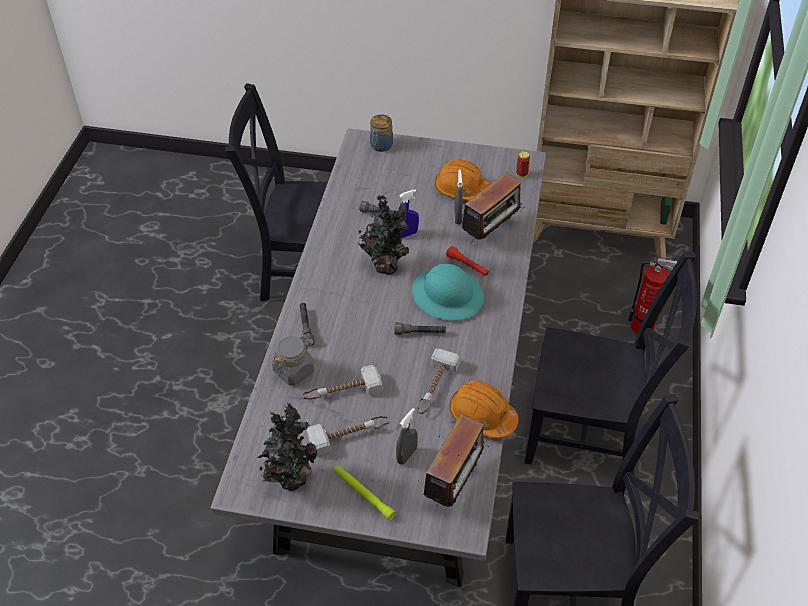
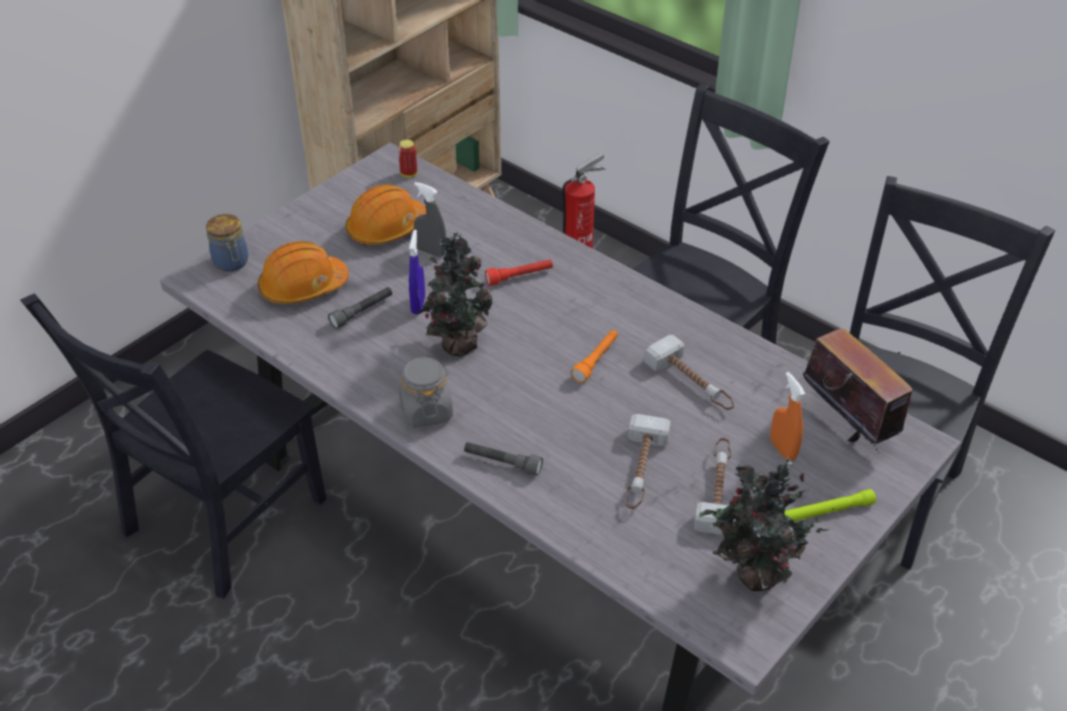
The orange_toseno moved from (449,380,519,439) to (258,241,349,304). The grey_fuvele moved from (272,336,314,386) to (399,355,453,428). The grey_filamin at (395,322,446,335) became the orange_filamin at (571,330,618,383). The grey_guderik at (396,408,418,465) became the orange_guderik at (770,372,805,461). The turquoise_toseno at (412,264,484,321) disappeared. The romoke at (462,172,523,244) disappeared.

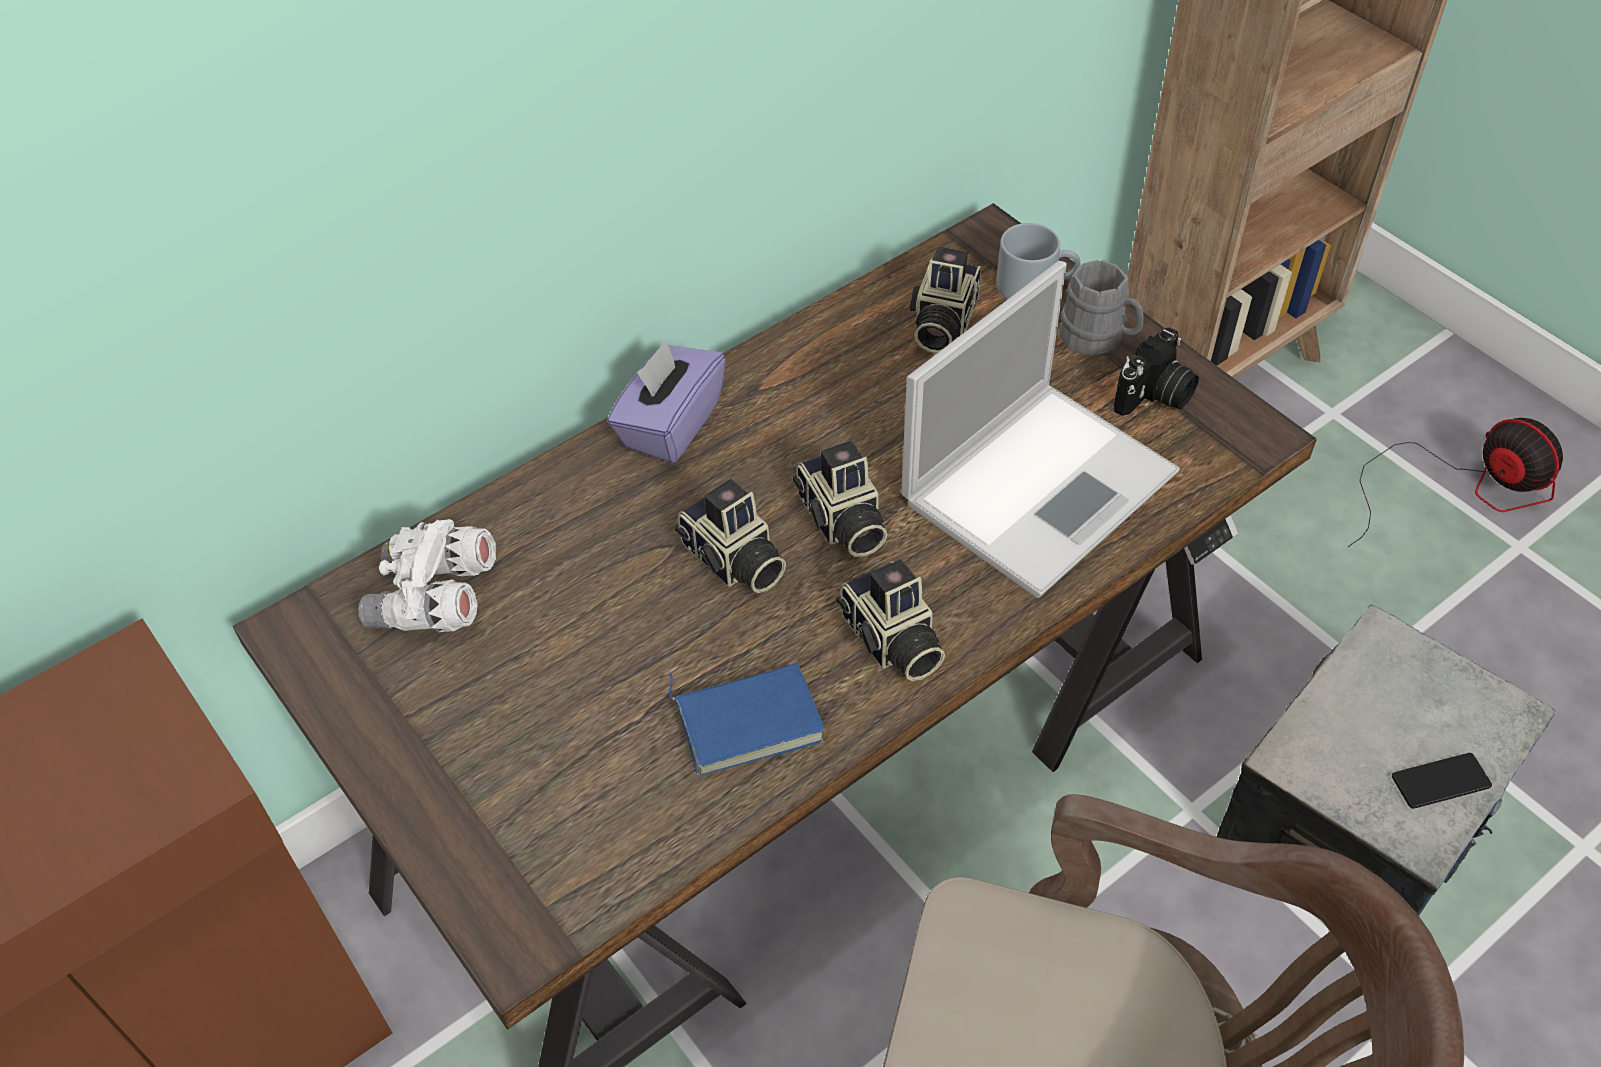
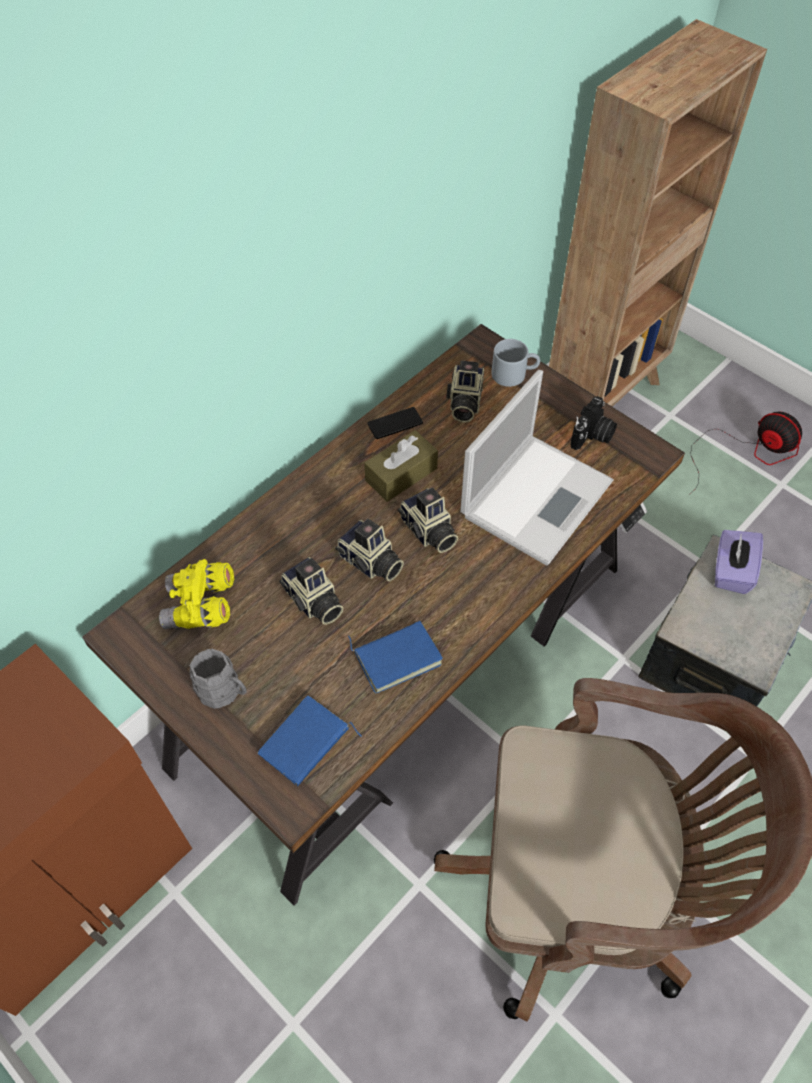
The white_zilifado at (358,519,496,632) became the yellow_zilifado at (159,559,234,629). The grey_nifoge moved from (1059,260,1144,356) to (190,649,247,709). The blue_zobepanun at (258,695,362,786) appeared. The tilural moved from (836,559,945,681) to (279,557,343,625). The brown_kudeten at (364,430,438,502) appeared. The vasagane moved from (1392,753,1492,809) to (367,407,423,439). The purple_kudeten moved from (607,340,726,464) to (715,530,763,594).

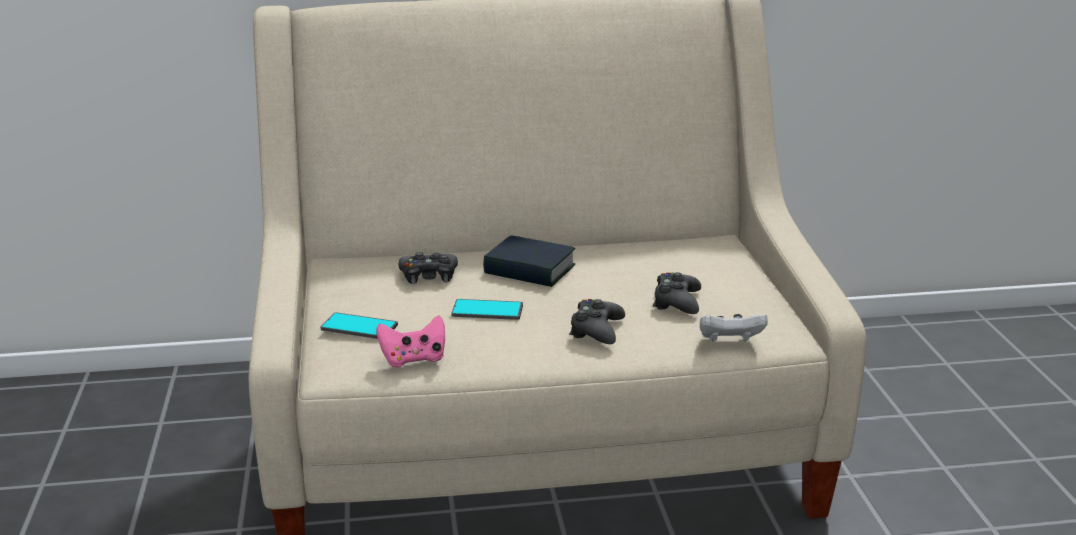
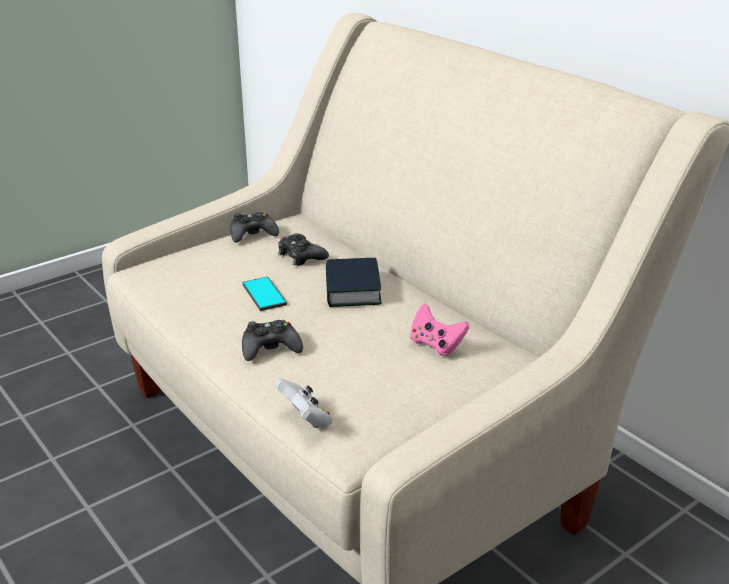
The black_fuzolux moved from (653,272,701,314) to (230,212,279,242). The pink_fuzolux moved from (377,315,445,367) to (410,304,469,356). The vasagane at (321,312,398,339) disappeared.

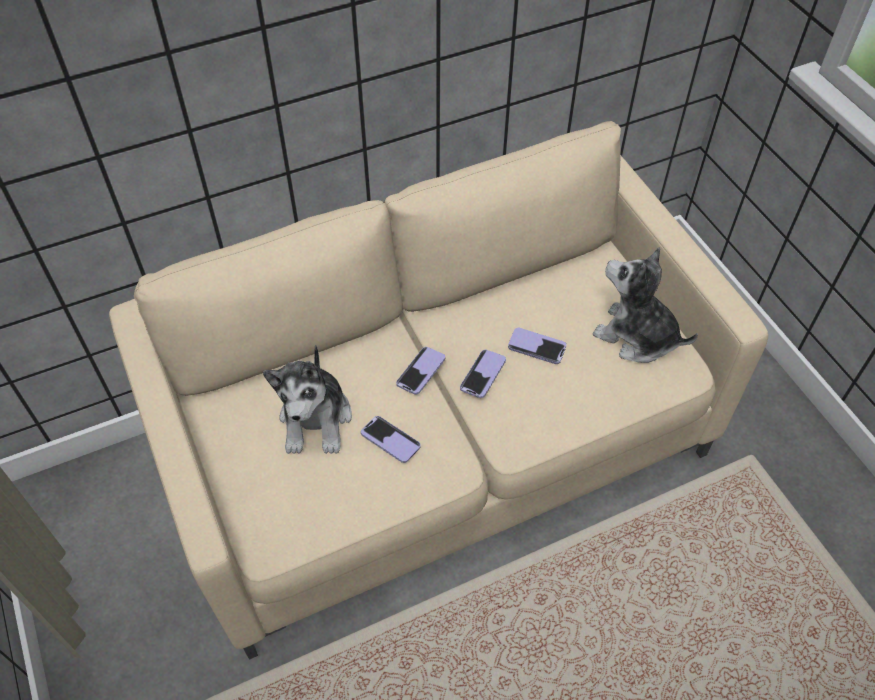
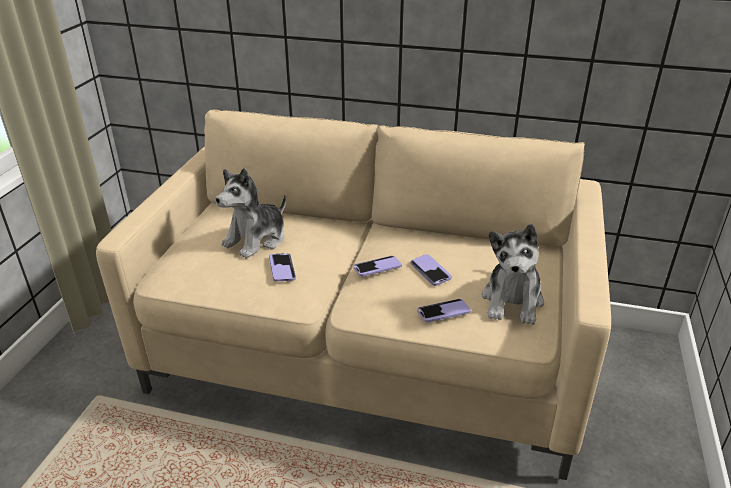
The vasagane moved from (396,347,445,395) to (417,299,471,322). The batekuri at (593,247,698,363) turned 150 degrees counterclockwise.

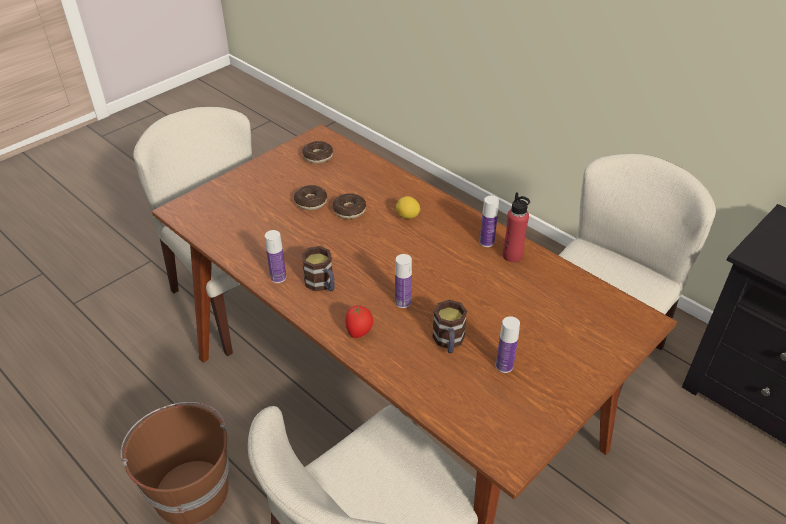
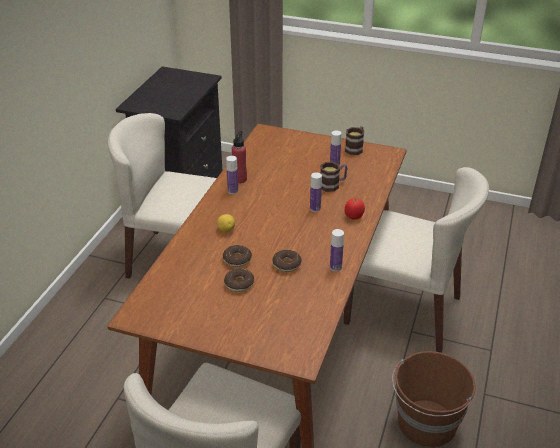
The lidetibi moved from (302,141,333,164) to (272,250,302,272). The nifoge moved from (301,246,335,291) to (345,126,364,155).

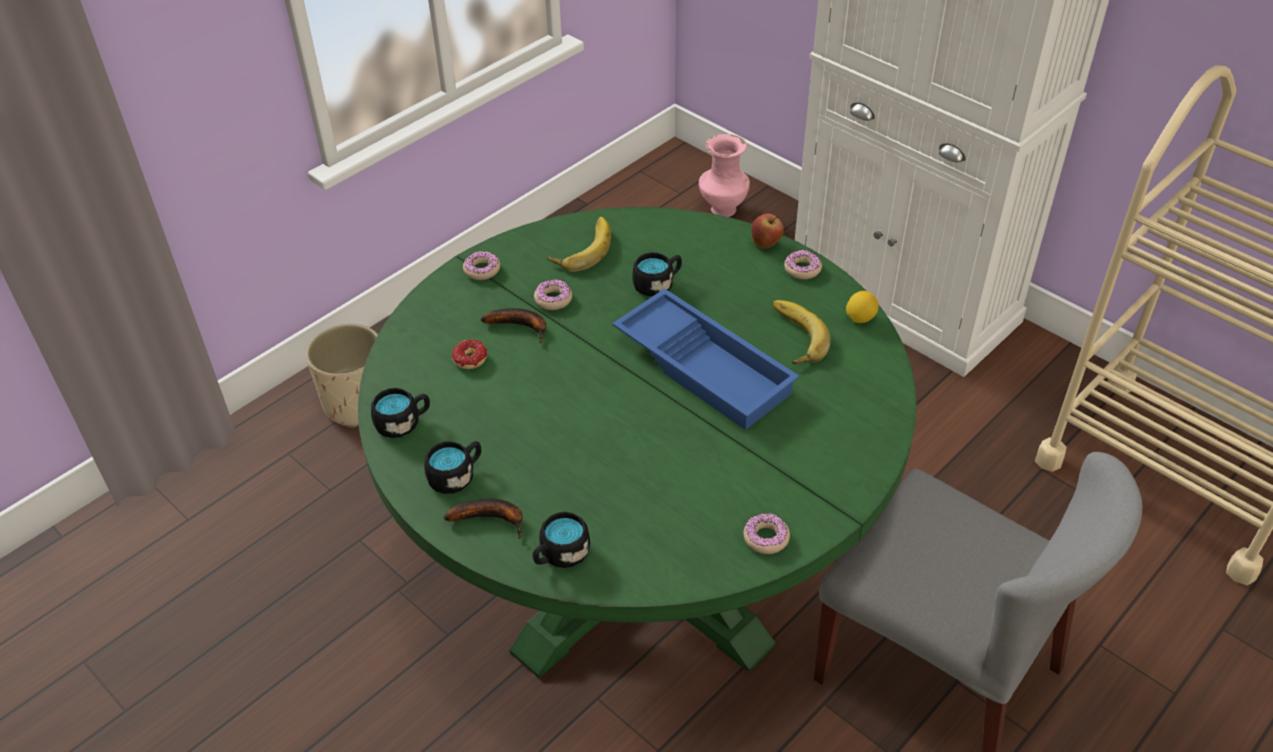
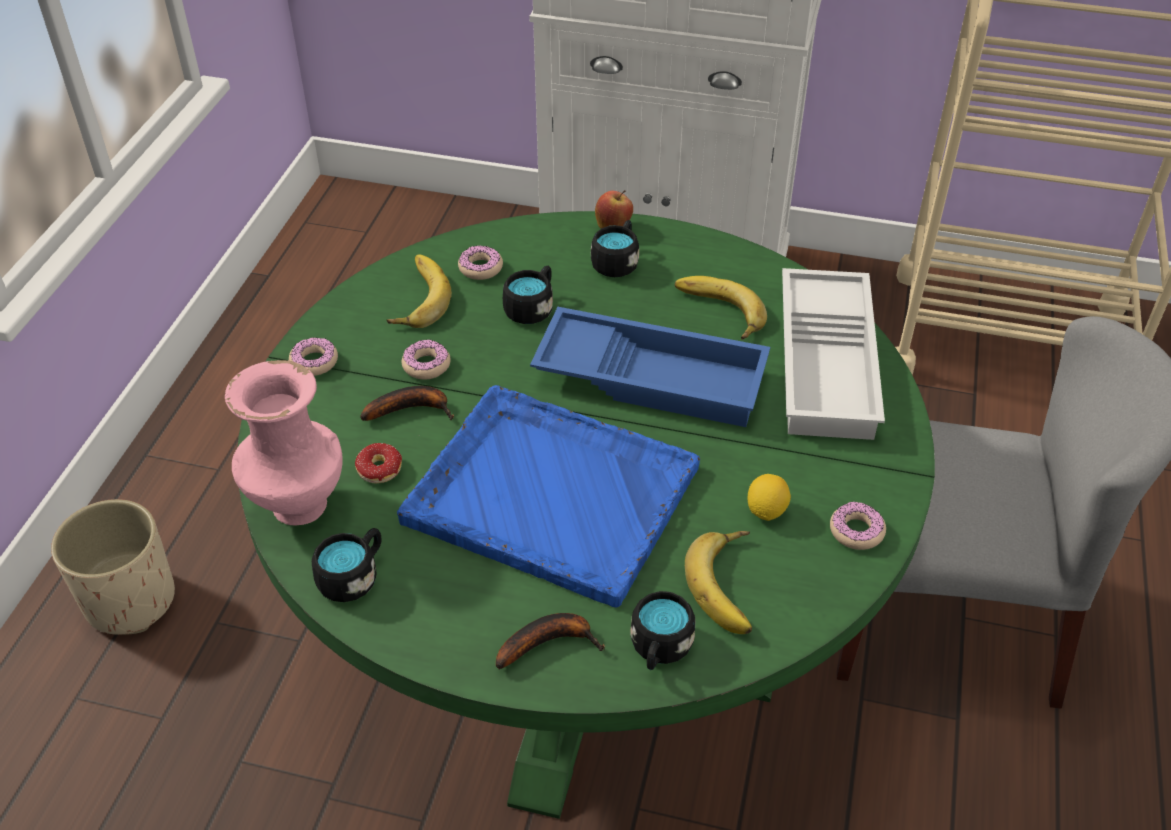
The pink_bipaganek moved from (699,134,750,217) to (225,360,343,525). The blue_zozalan at (397,385,700,607) appeared. The lidetibi moved from (784,250,822,279) to (458,246,503,280). The black_nifoge moved from (424,441,481,494) to (591,220,639,277). The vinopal at (685,531,752,634) appeared. The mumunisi moved from (846,291,879,323) to (747,474,791,521). The white_zozalan at (782,268,885,440) appeared.

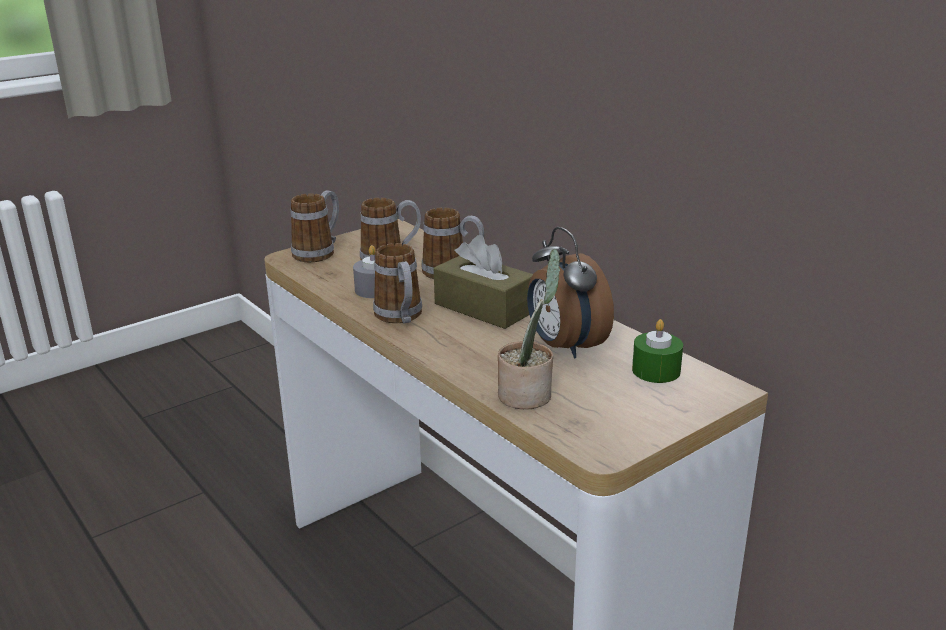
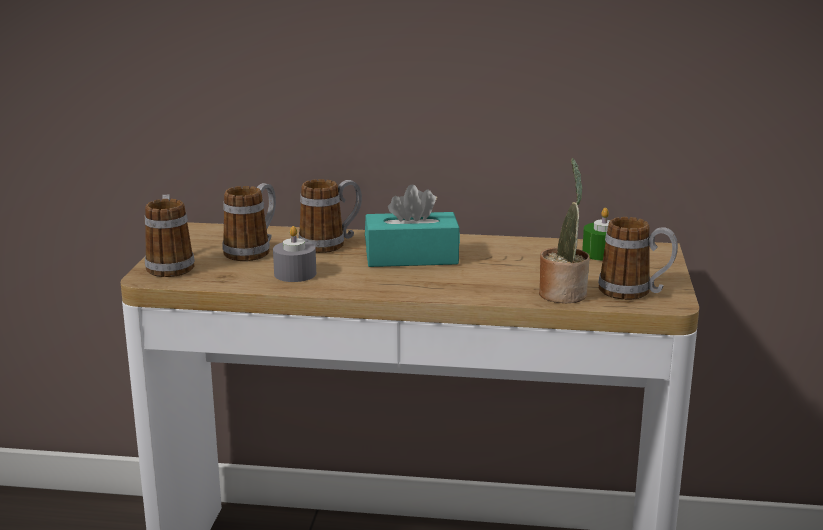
The brown_kudeten at (434,235,533,329) became the turquoise_kudeten at (365,184,460,267). The nifoge moved from (373,243,422,323) to (598,217,678,300). The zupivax at (527,227,614,358) disappeared.

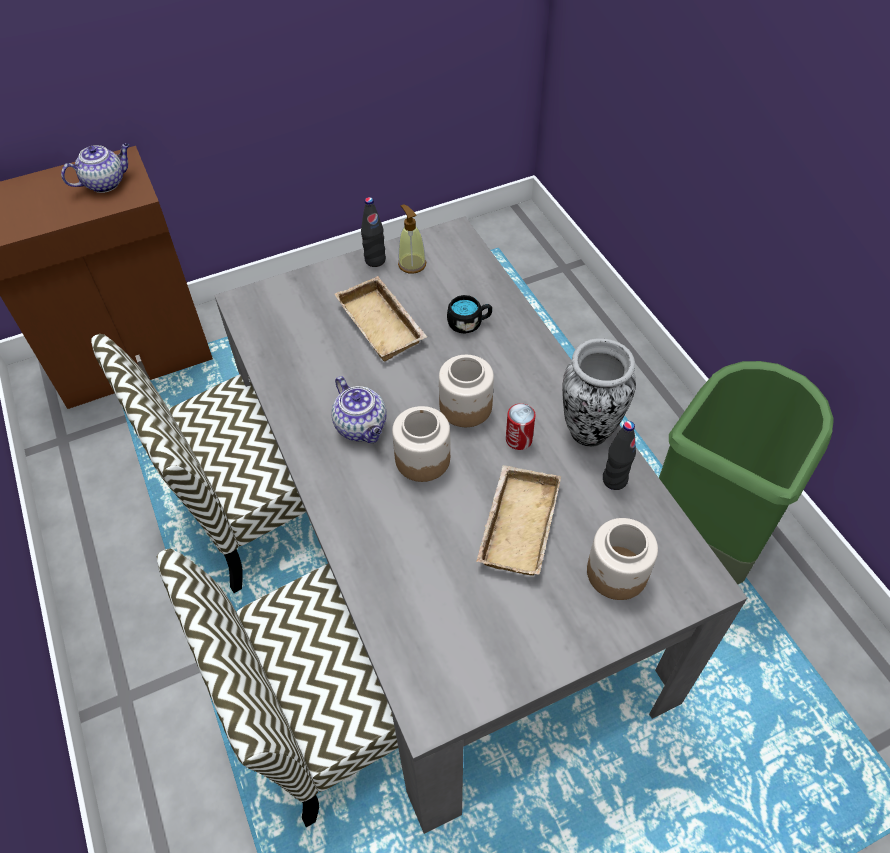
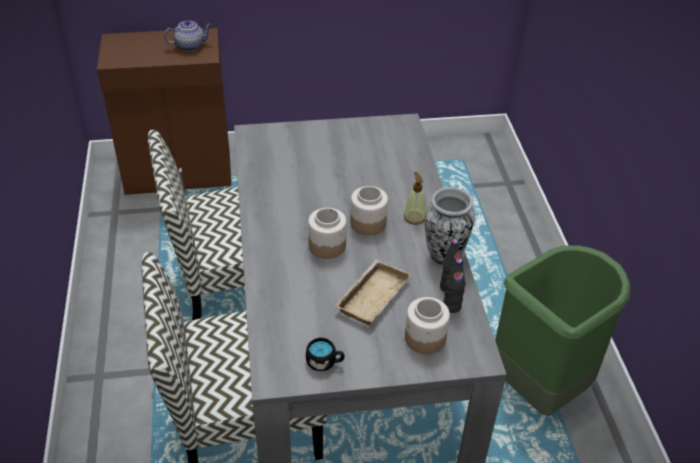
The black_nifoge moved from (447,295,492,334) to (306,338,345,371). The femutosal moved from (398,204,426,274) to (404,172,426,225). The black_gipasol moved from (361,197,386,267) to (443,258,465,313). The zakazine at (331,376,386,443) disappeared. The beige_zozalan at (335,276,428,362) disappeared. The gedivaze at (506,403,535,450) disappeared.

